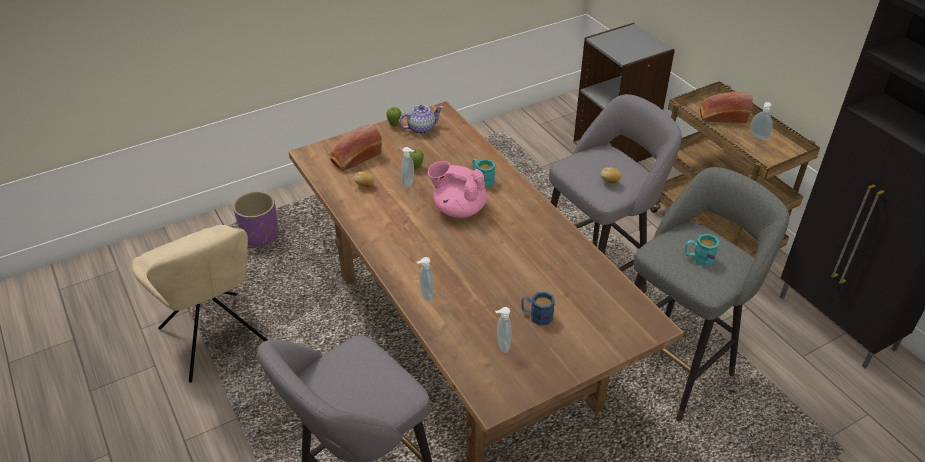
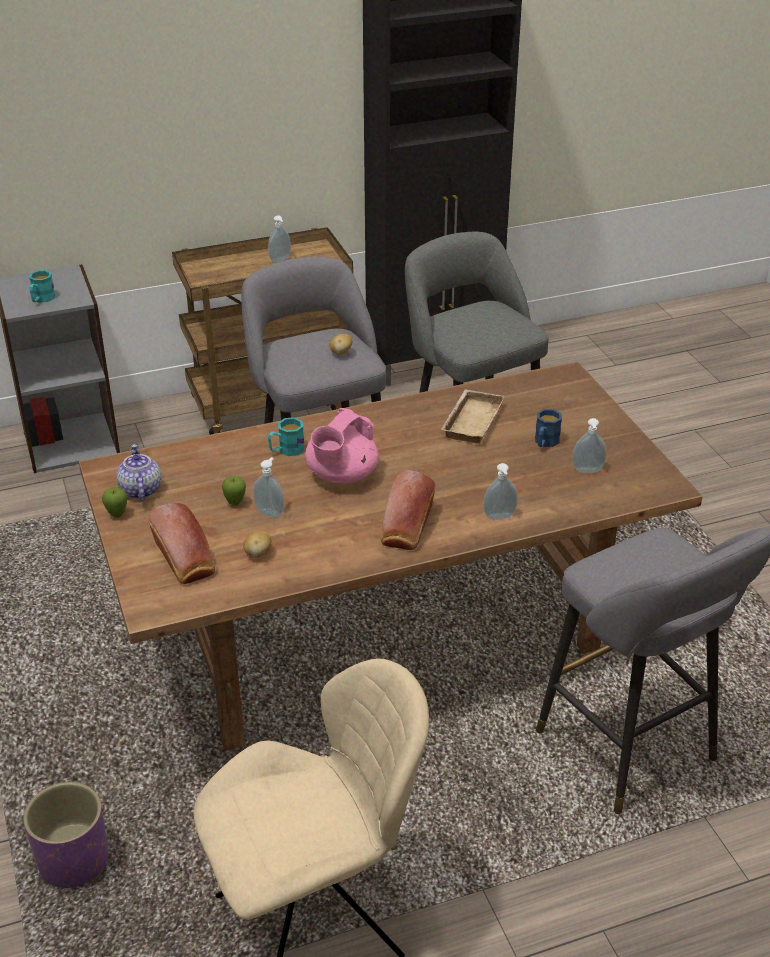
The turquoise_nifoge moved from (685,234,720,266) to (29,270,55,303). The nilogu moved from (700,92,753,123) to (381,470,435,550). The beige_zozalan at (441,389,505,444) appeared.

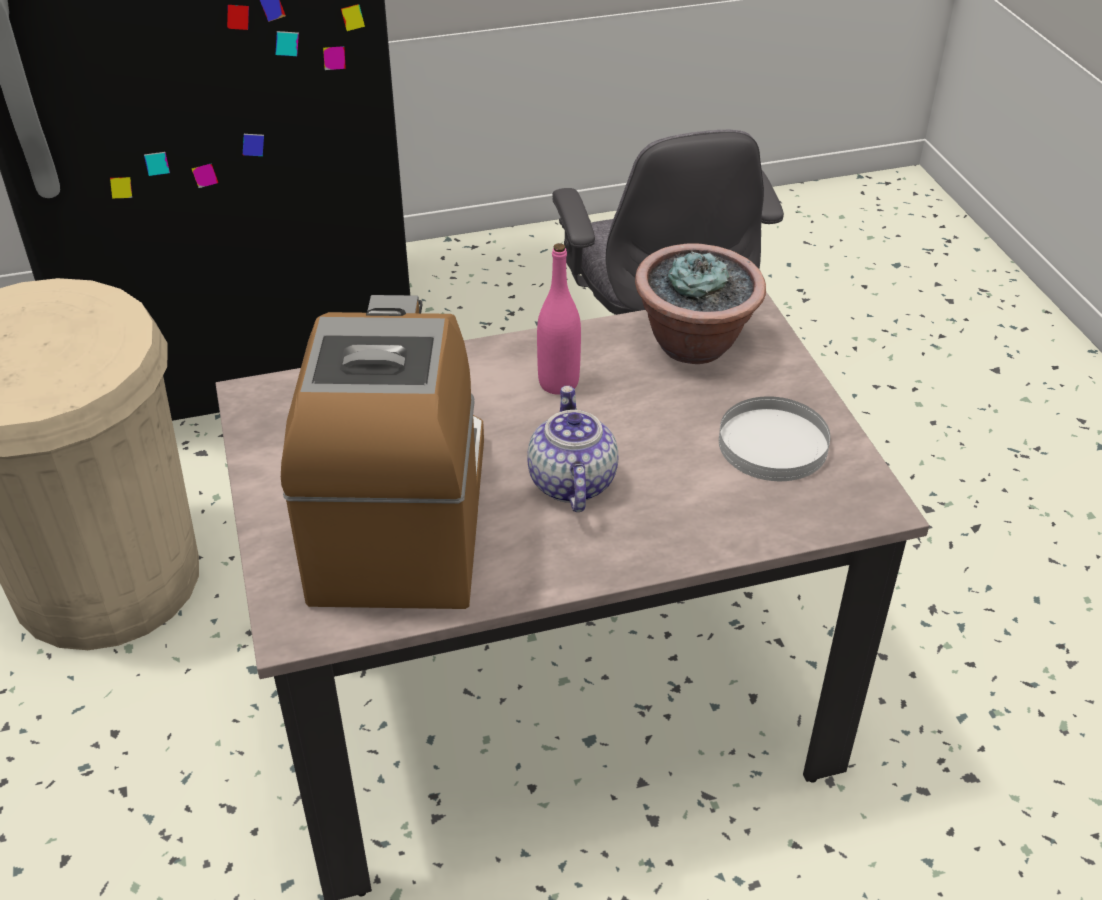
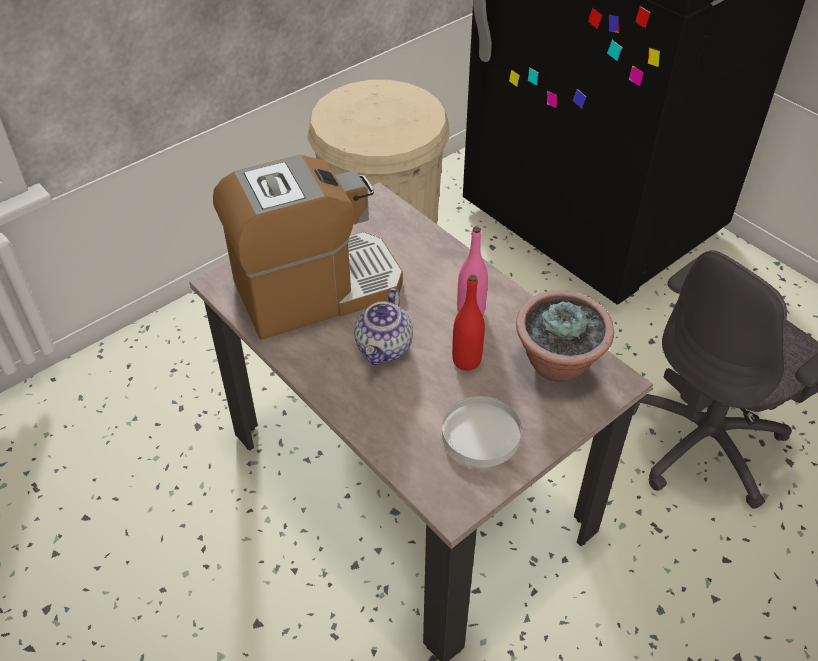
The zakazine at (527,386,618,512) turned 135 degrees clockwise. The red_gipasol at (452,275,485,371) appeared.

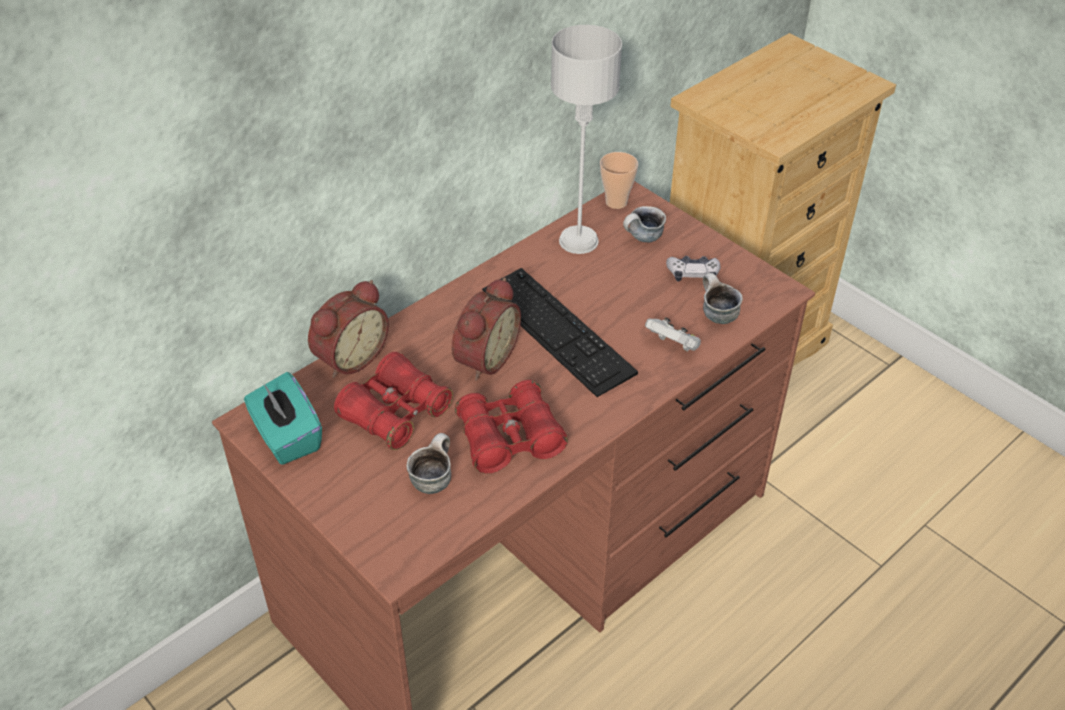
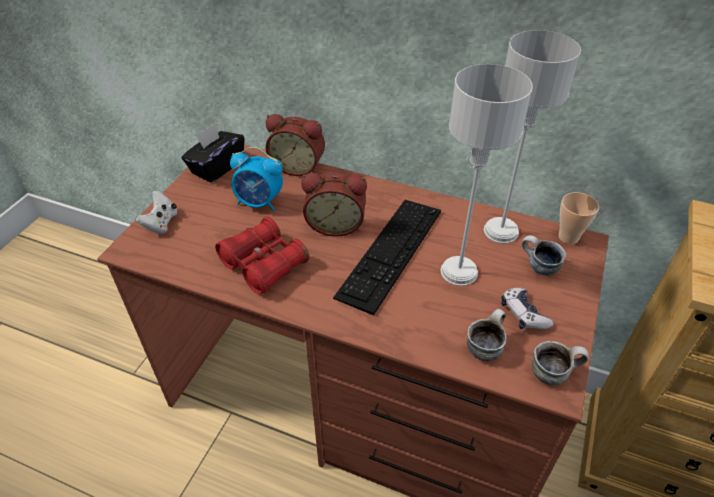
The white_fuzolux moved from (645,317,701,352) to (136,191,177,234). The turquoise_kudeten at (244,372,322,465) became the black_kudeten at (182,124,245,183). The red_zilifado at (334,352,453,450) was replaced by the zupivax at (230,147,283,211). The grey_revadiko at (441,64,533,286) appeared. The nifoge moved from (406,433,451,494) to (532,341,589,385).

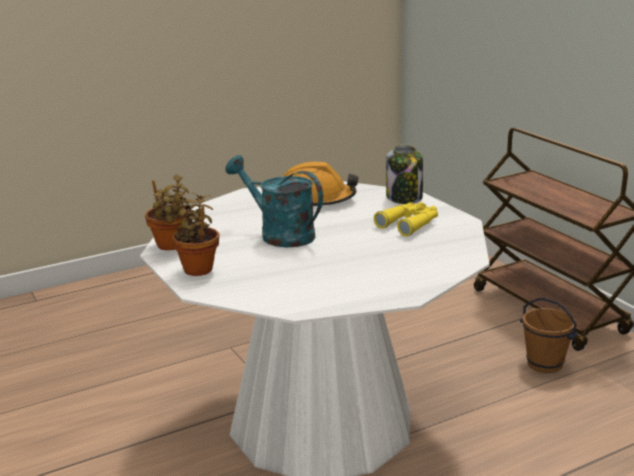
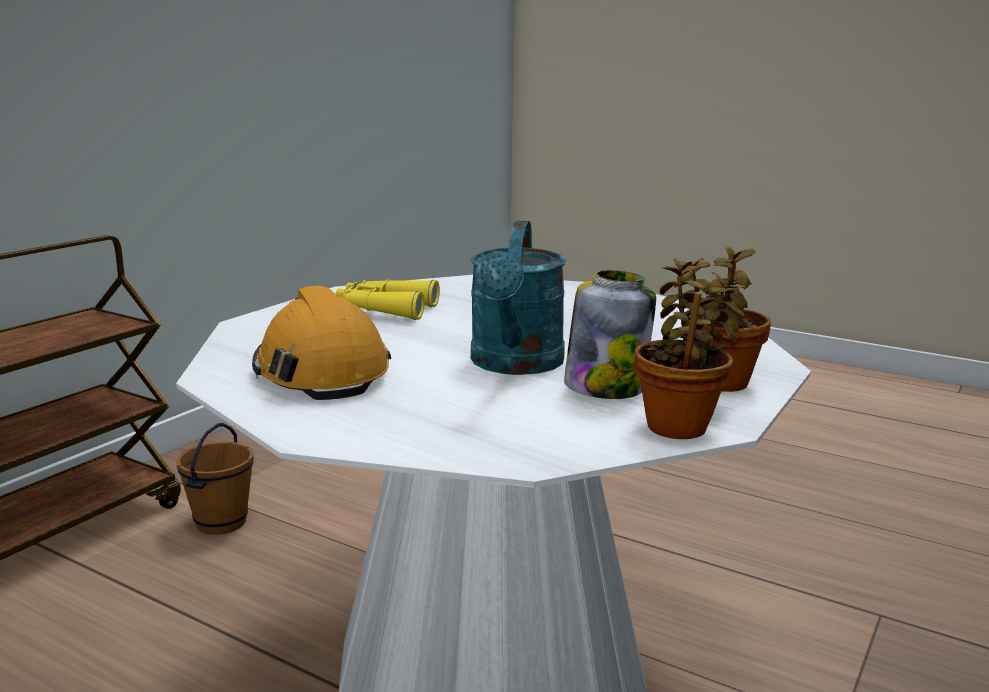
The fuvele moved from (386,145,423,204) to (564,270,656,399).

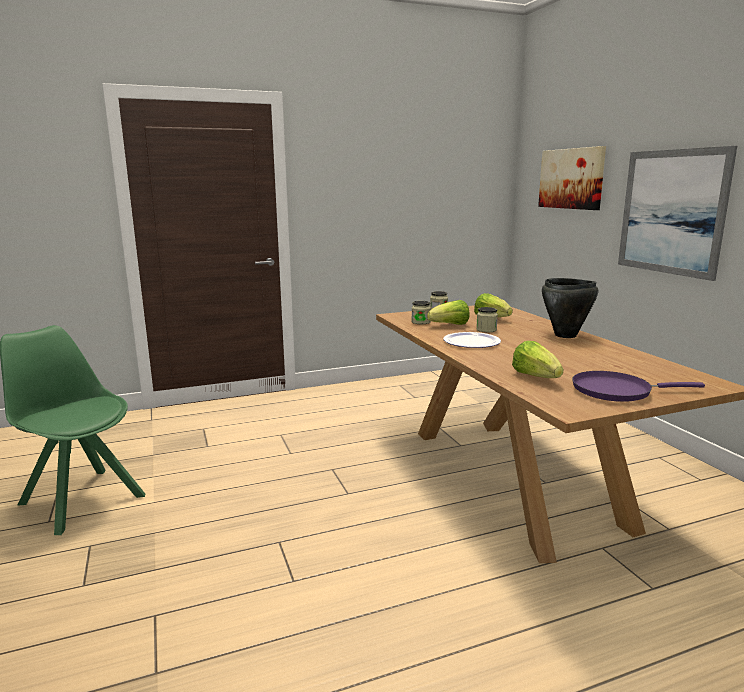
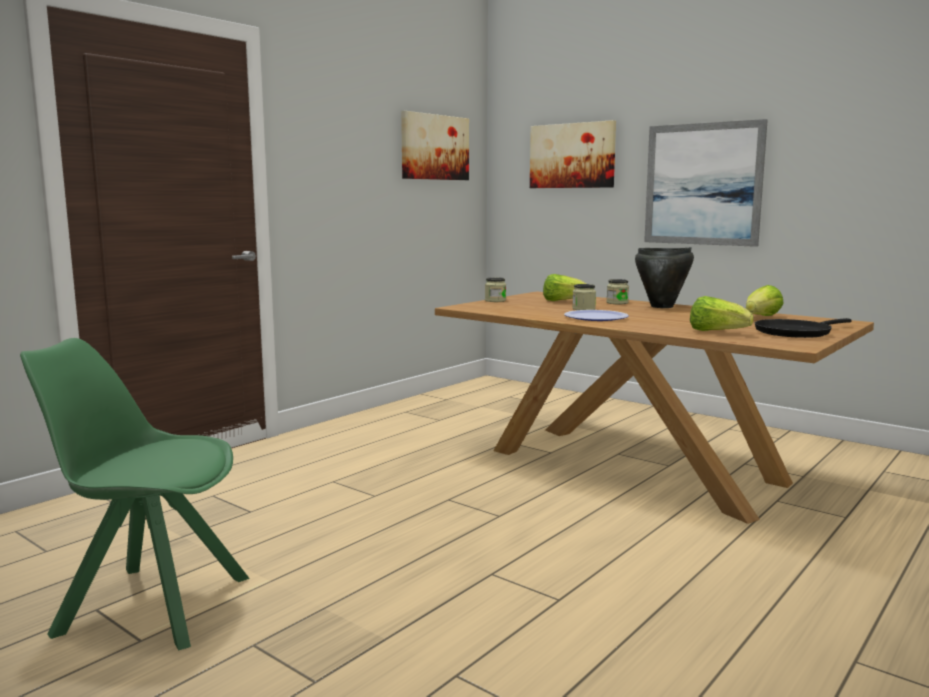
The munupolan at (401,111,469,180) appeared. The fuvele moved from (411,301,431,324) to (607,279,629,304). The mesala moved from (427,300,470,325) to (746,285,784,316). The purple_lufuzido at (572,371,705,402) became the black_lufuzido at (755,318,851,338).

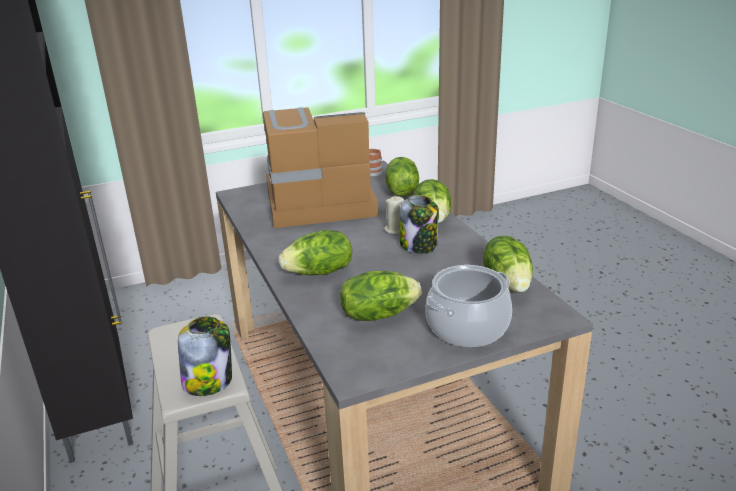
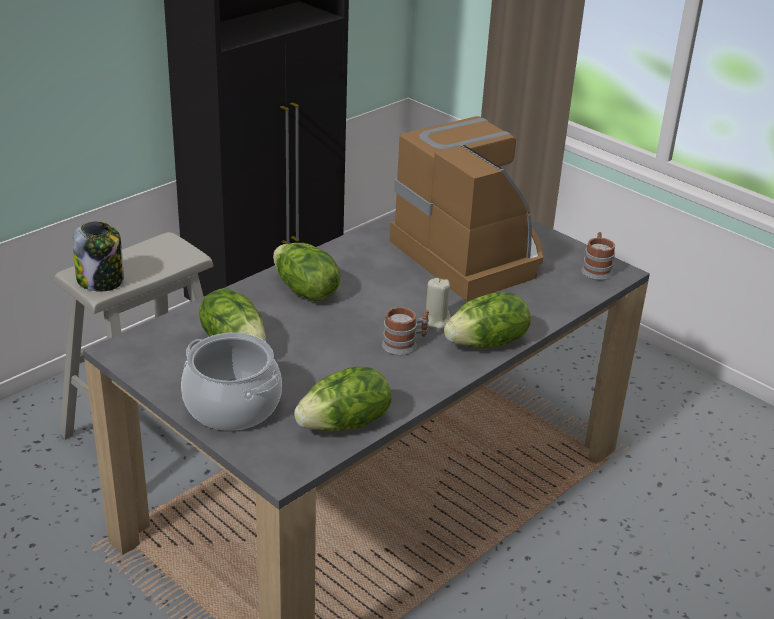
The fuvele at (400,195,439,254) was replaced by the nifoge at (382,307,429,355). The mesala at (385,157,419,196) disappeared.

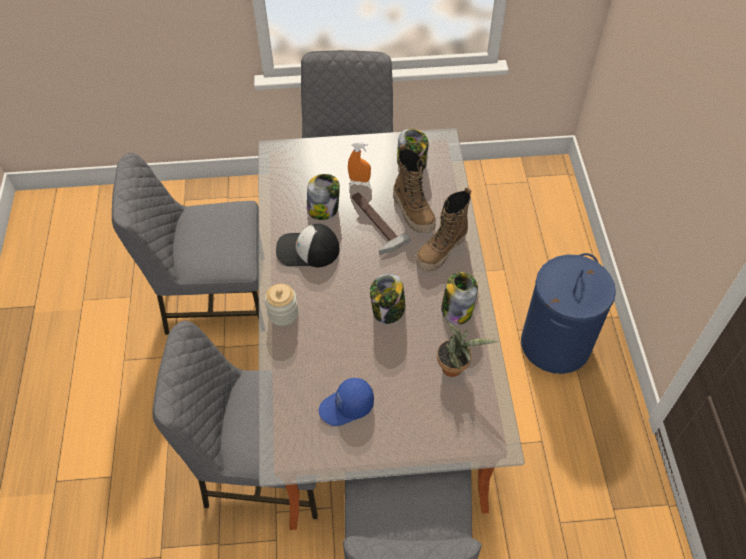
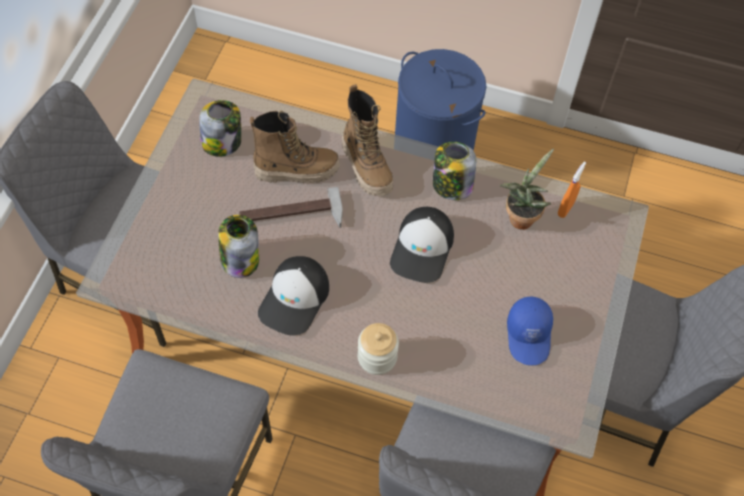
The fuvele at (370,274,406,324) was replaced by the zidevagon at (390,207,454,283). The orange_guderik moved from (348,142,371,182) to (558,162,586,218).

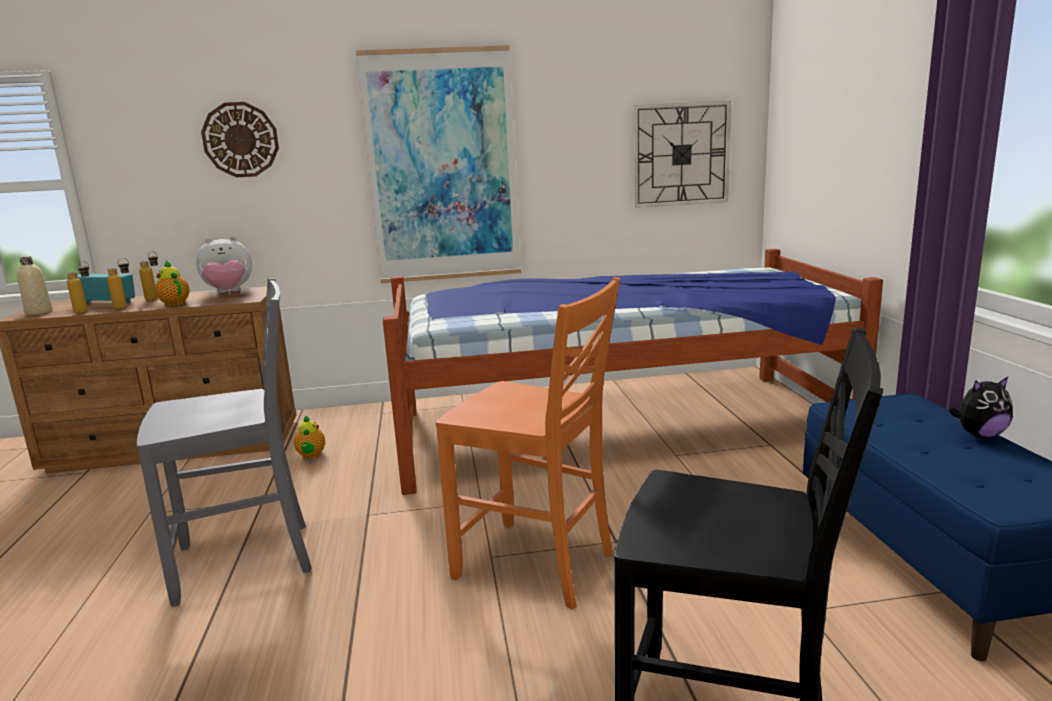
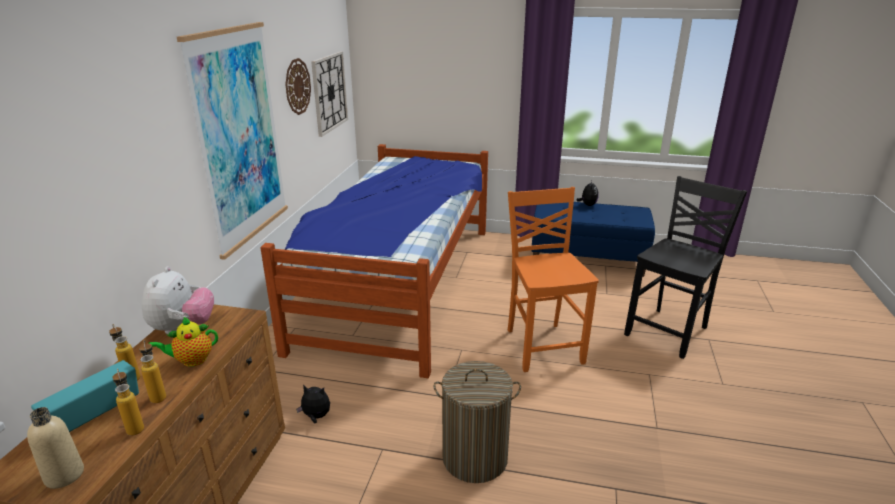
The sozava moved from (201,102,279,177) to (285,58,311,115). The zakazine at (294,415,325,459) was replaced by the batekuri at (296,385,330,423). The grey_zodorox at (137,278,312,607) was replaced by the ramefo at (434,361,521,483). The orange_zodorox at (436,277,620,609) turned 60 degrees counterclockwise.

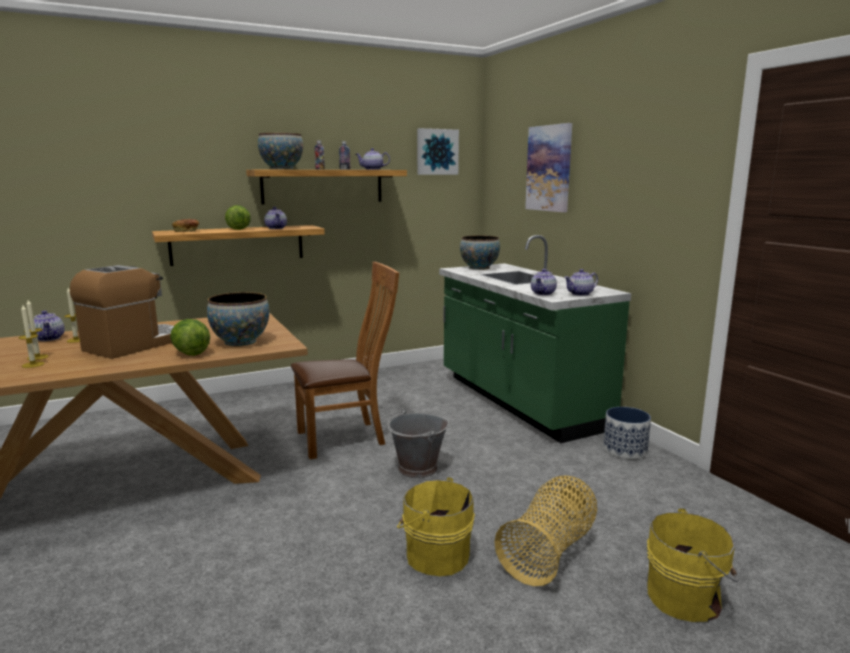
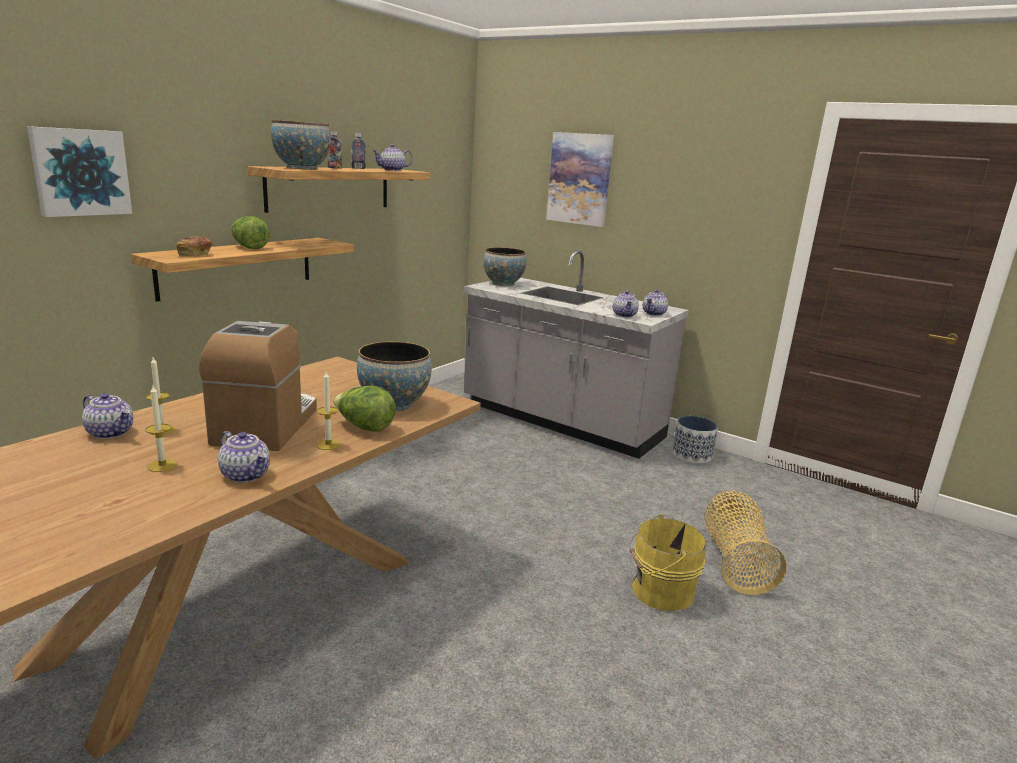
The munupolan moved from (417,128,459,175) to (27,126,132,217). The zakazine moved from (264,207,287,229) to (218,431,270,483). The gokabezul moved from (19,305,44,368) to (316,370,341,450). The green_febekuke at (439,235,631,443) became the grey_febekuke at (464,250,689,459). The brown_zodorox at (291,262,399,459) disappeared. The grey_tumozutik at (387,408,449,478) disappeared. The yellow_tumozutik at (647,508,738,622) disappeared.

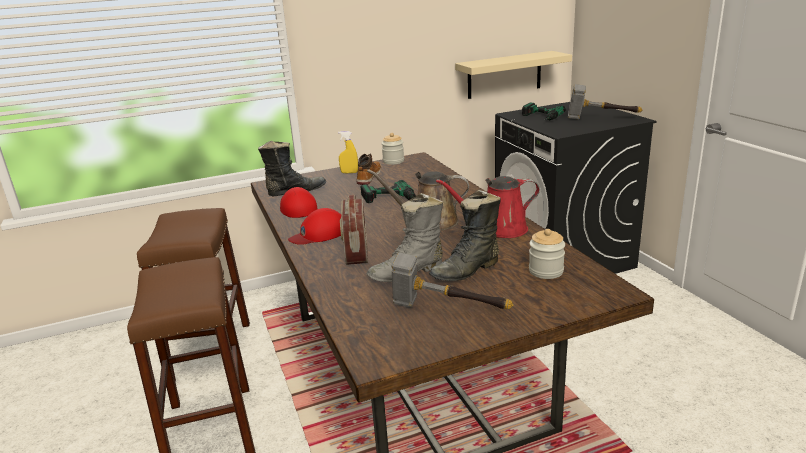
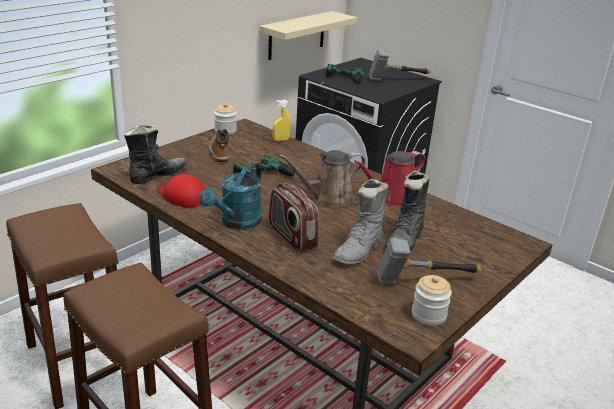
The red_zidevagon at (288,208,341,245) was replaced by the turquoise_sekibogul at (199,162,262,230). The yellow_guderik moved from (338,131,358,173) to (273,99,291,141). The fuvele moved from (529,229,565,279) to (412,275,452,326).

